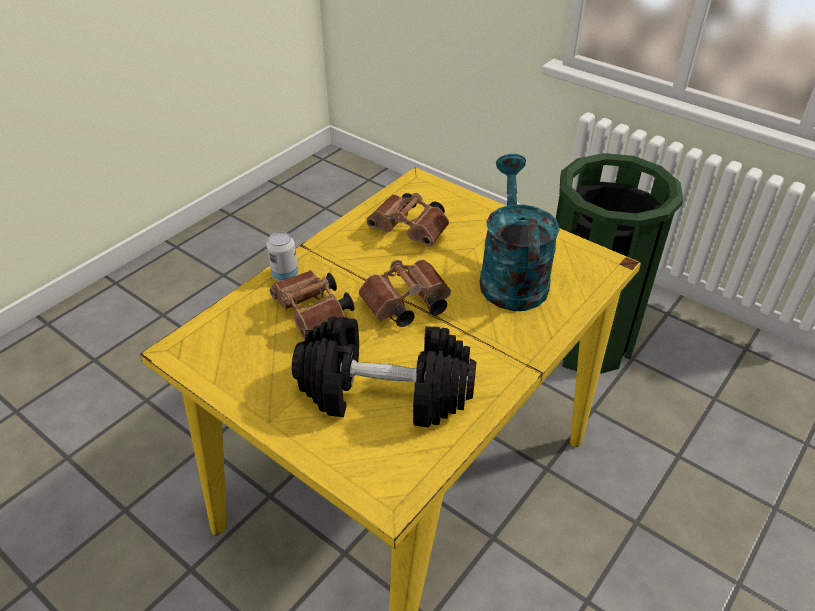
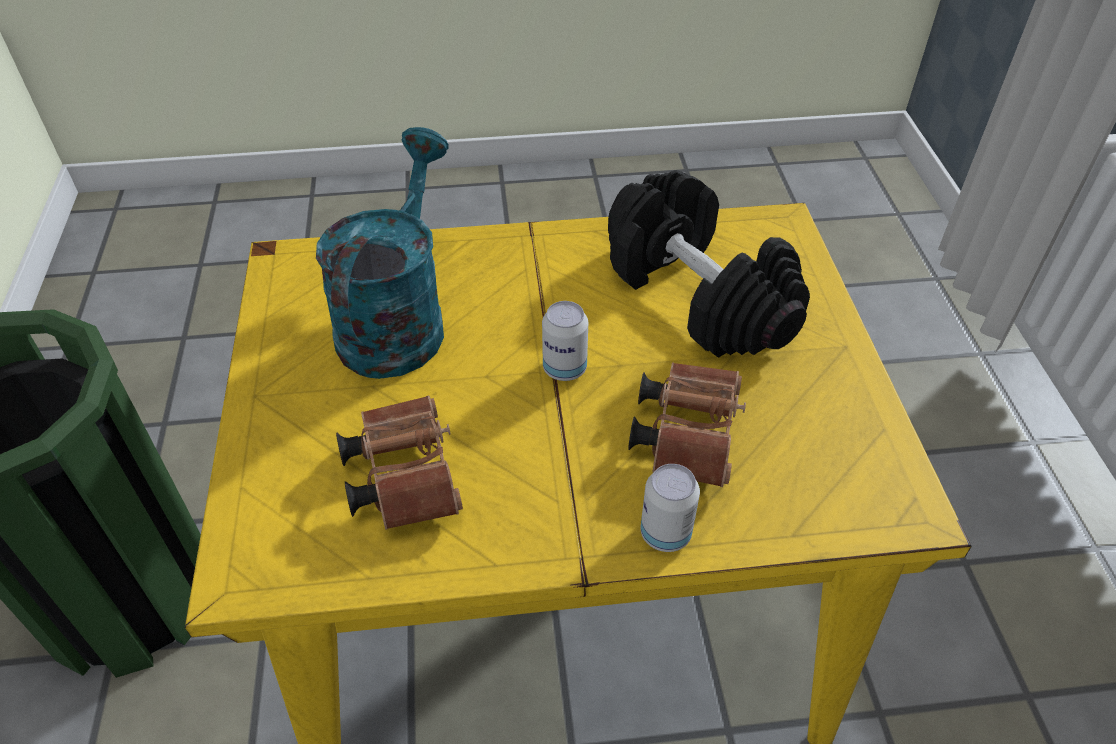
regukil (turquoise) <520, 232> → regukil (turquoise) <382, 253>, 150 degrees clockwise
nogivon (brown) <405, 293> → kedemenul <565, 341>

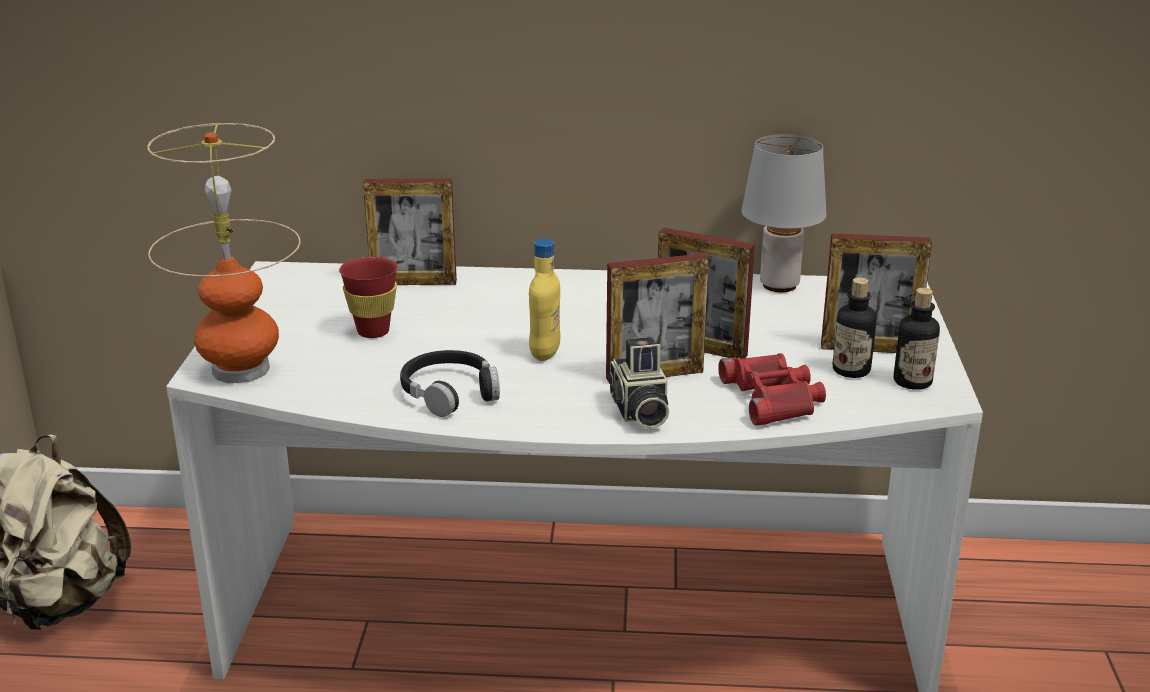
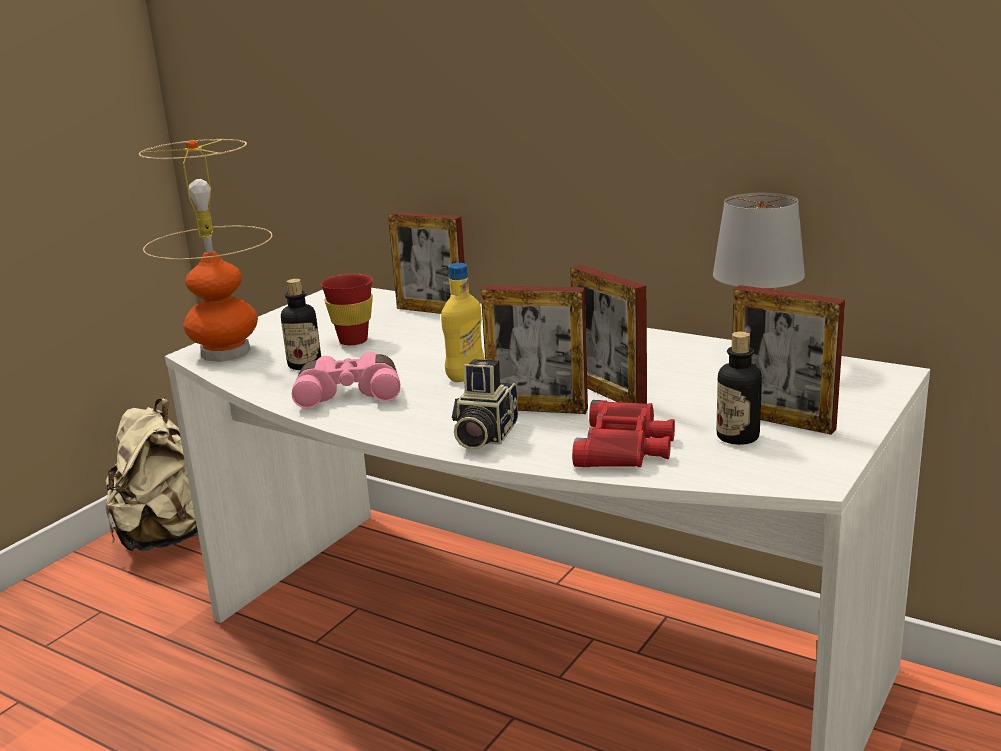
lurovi <917, 339> → lurovi <301, 324>, shifted
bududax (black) <450, 383> → nogivon (pink) <346, 380>

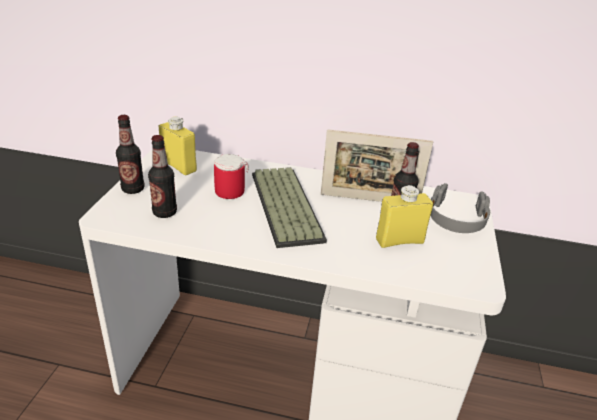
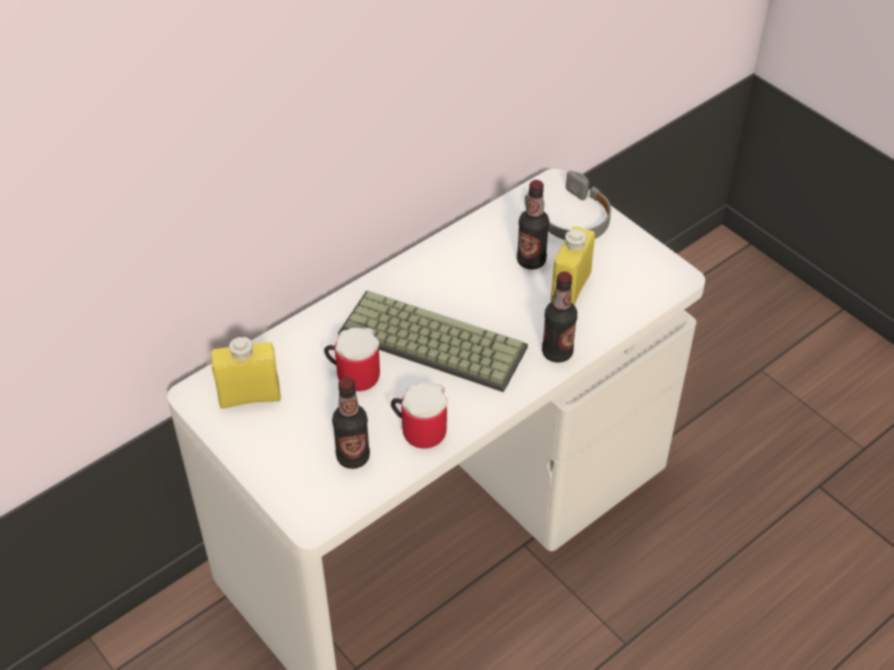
lurovi <130, 154> → lurovi <559, 317>, shifted
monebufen <377, 165> → -
- → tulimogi <419, 416>

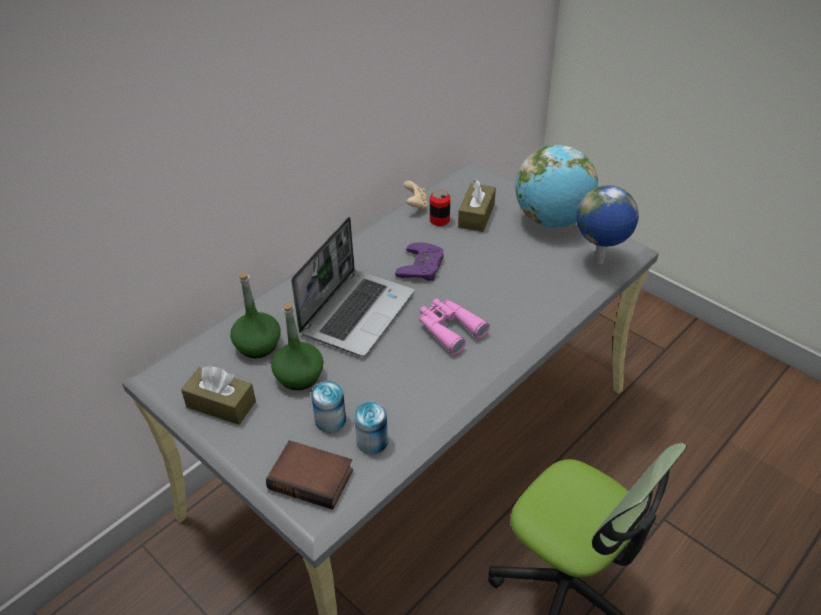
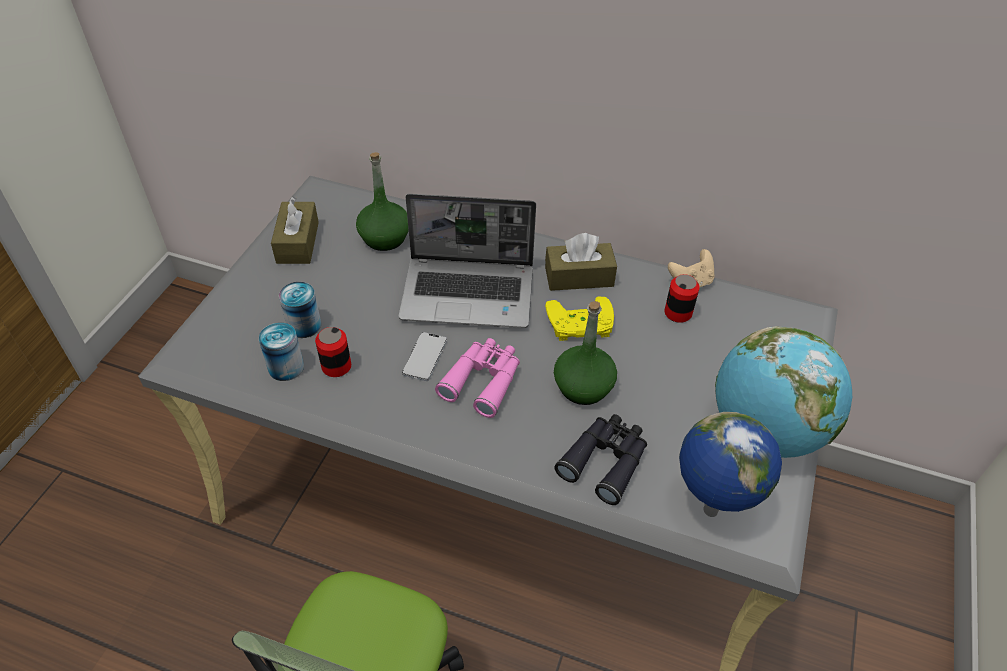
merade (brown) <477, 206> → merade (brown) <581, 262>, shifted
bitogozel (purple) <419, 261> → bitogozel (yellow) <579, 319>
lurovi (green) <297, 346> → lurovi (green) <585, 353>, shifted
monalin <309, 475> → -
- → kedemenul <333, 352>
- → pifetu <424, 356>
- → nogivon (black) <600, 459>

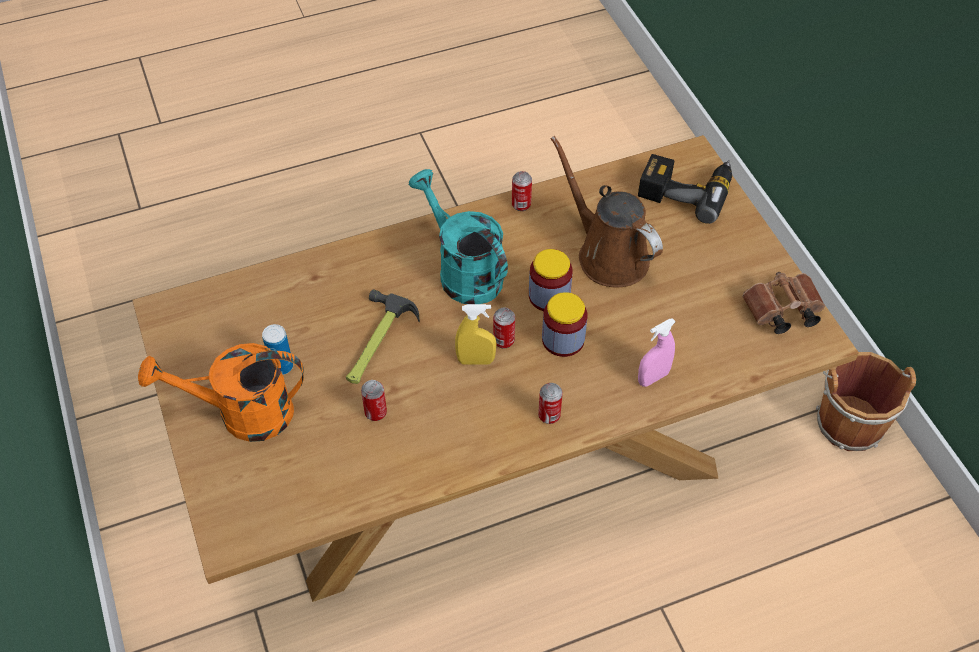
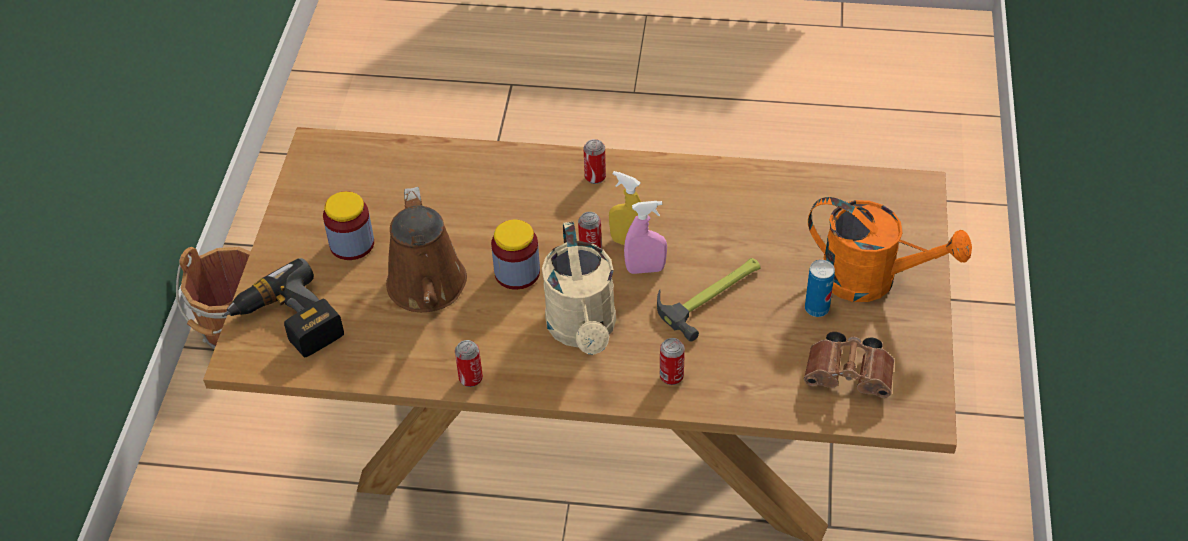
regukil (turquoise) <458, 236> → regukil (beige) <579, 288>
nogivon (brown) <783, 303> → nogivon (brown) <849, 365>, shifted
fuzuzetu <564, 324> → fuzuzetu <348, 225>, shifted
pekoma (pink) <657, 352> → pekoma (pink) <645, 237>, shifted
kedemenul <374, 400> → kedemenul <672, 361>, shifted

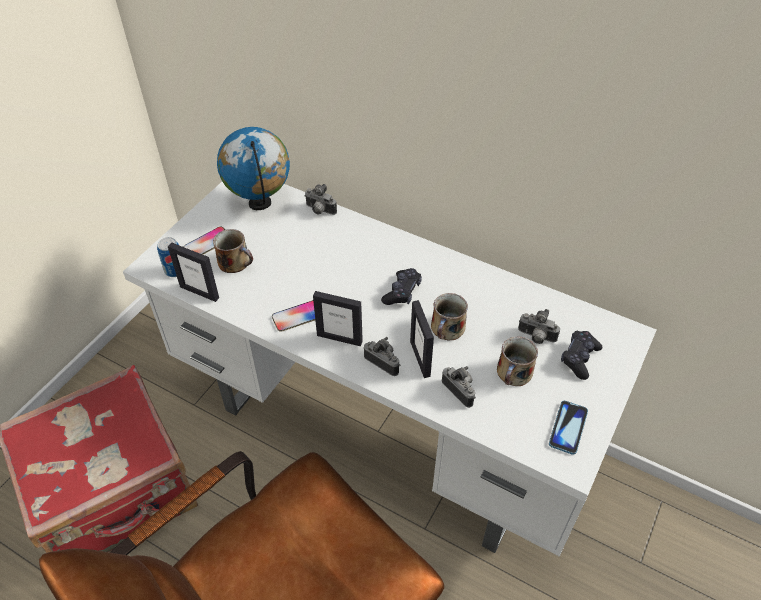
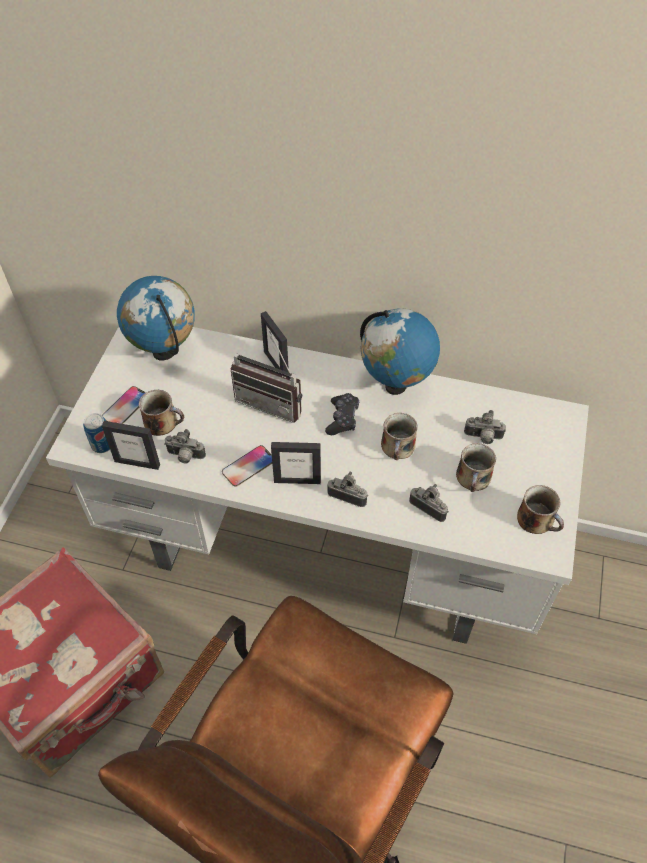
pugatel <320, 199> → pugatel <185, 446>, shifted
monebufen <422, 339> → monebufen <275, 342>, shifted
bitogozel (black) <582, 355> → -
pifetu <568, 428> → tulimogi <540, 509>
- → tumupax <400, 351>
- → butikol <266, 377>

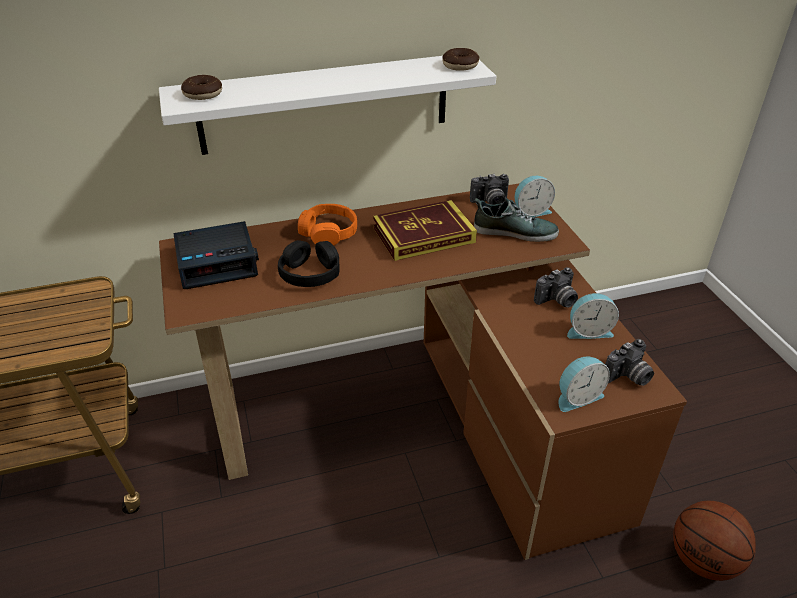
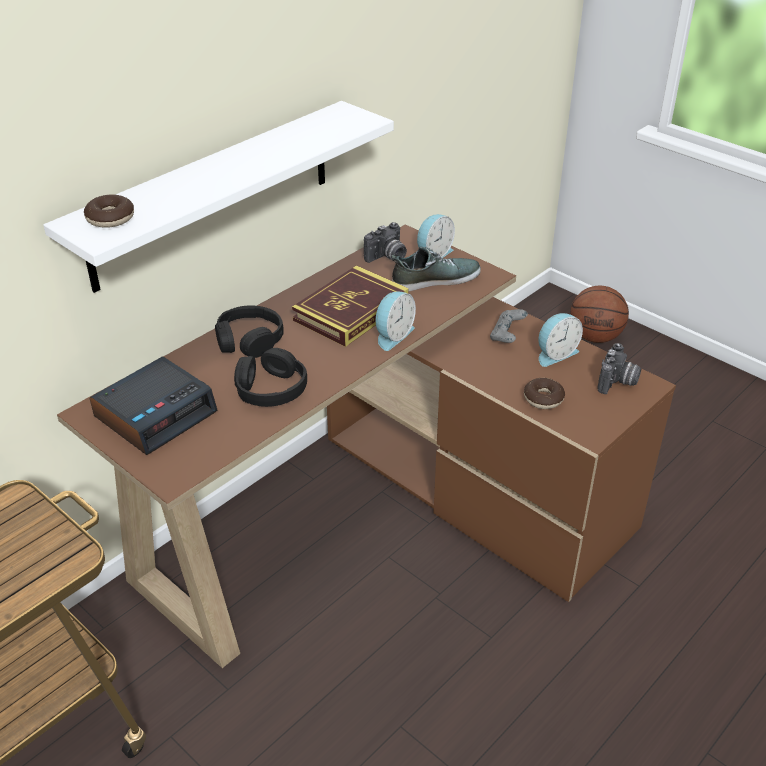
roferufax <461, 59> → roferufax <544, 393>, shifted
bududax (orange) <327, 224> → bududax (black) <249, 331>
pugatel <556, 287> → bitogozel (grey) <509, 326>
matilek <584, 384> → matilek <396, 321>, shifted
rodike <714, 541> → rodike <599, 314>, shifted

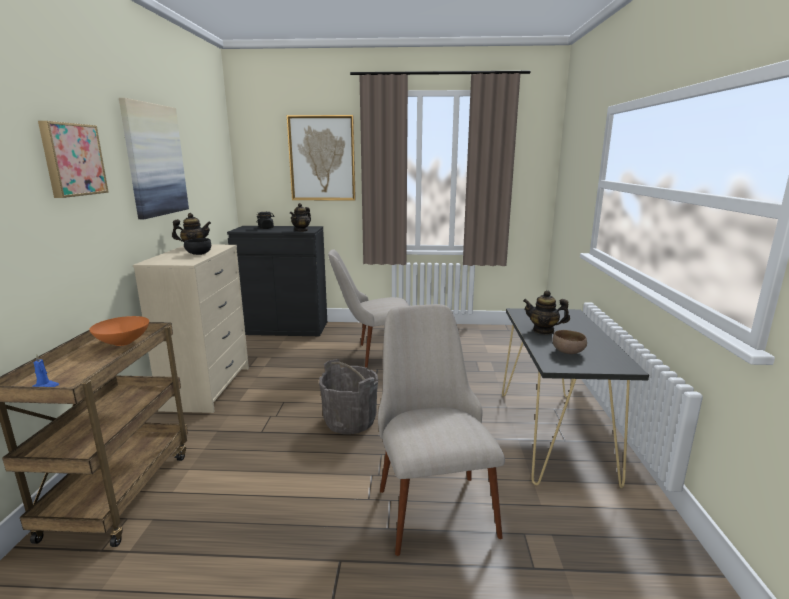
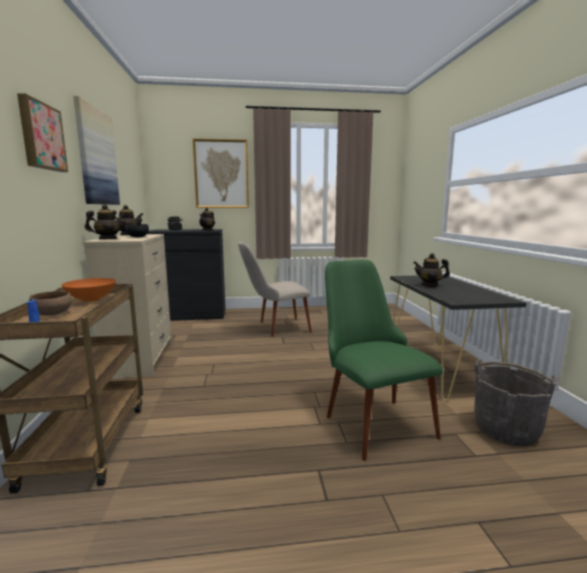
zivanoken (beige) <441, 430> → zivanoken (green) <384, 360>
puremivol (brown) <569, 342> → puremivol (brown) <50, 303>, shifted
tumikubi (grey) <348, 396> → tumikubi (grey) <516, 402>, shifted
- → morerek <105, 221>

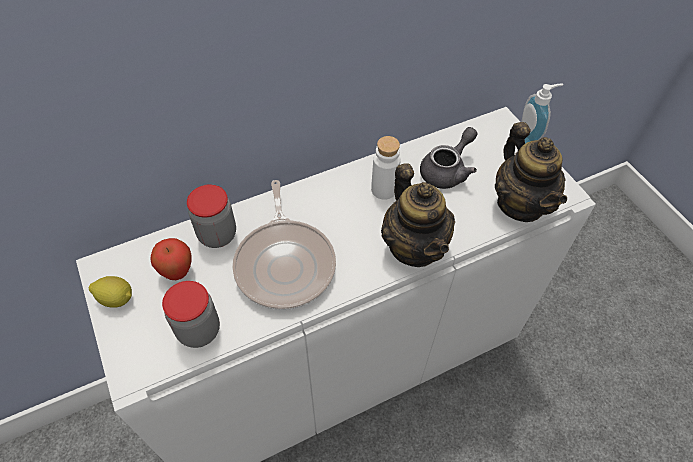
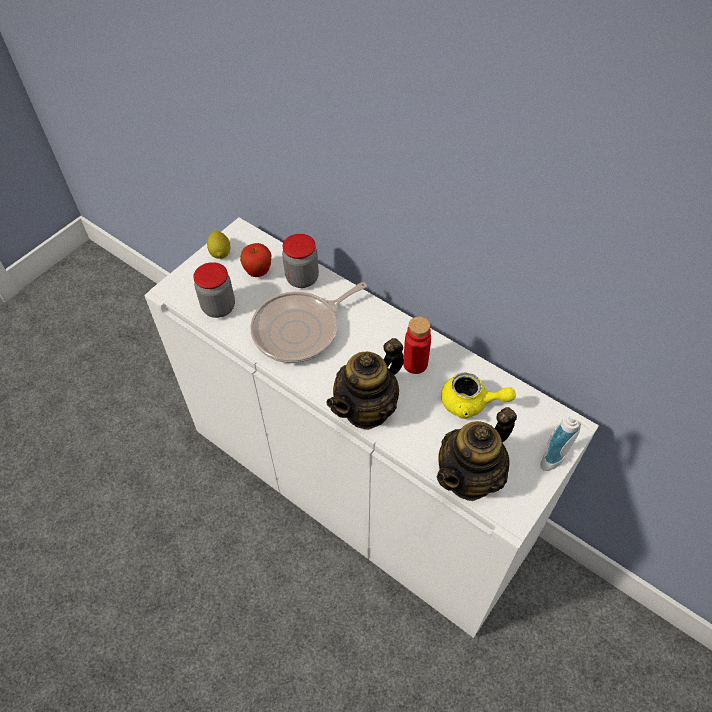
morerek (grey) <448, 158> → morerek (yellow) <478, 395>
lurovi (white) <386, 168> → lurovi (red) <417, 345>

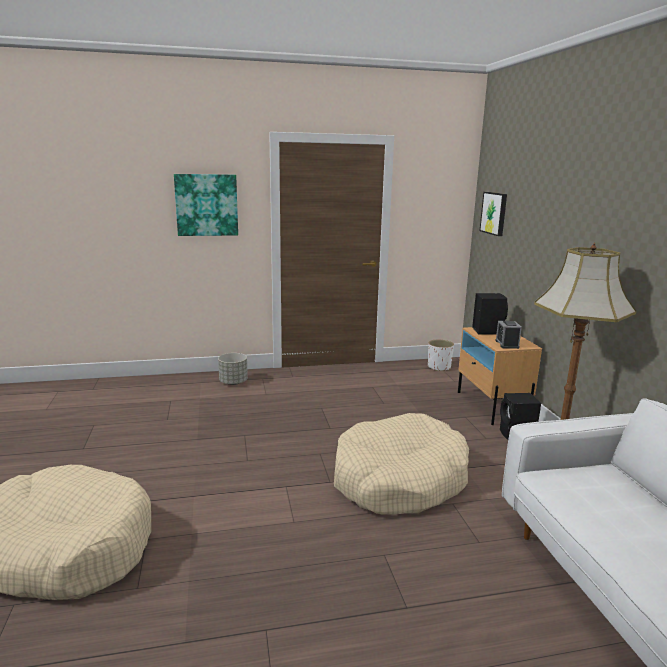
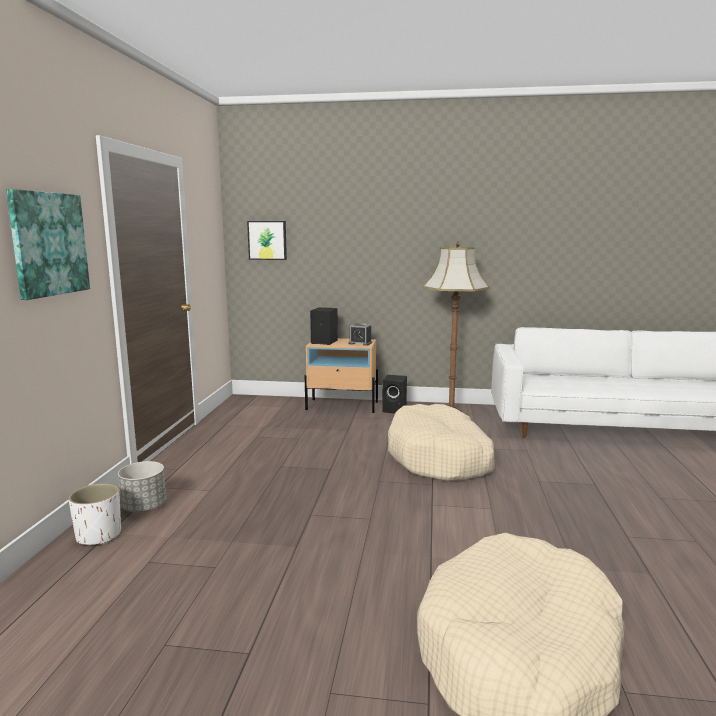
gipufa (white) <441, 355> → gipufa (white) <94, 514>, shifted

